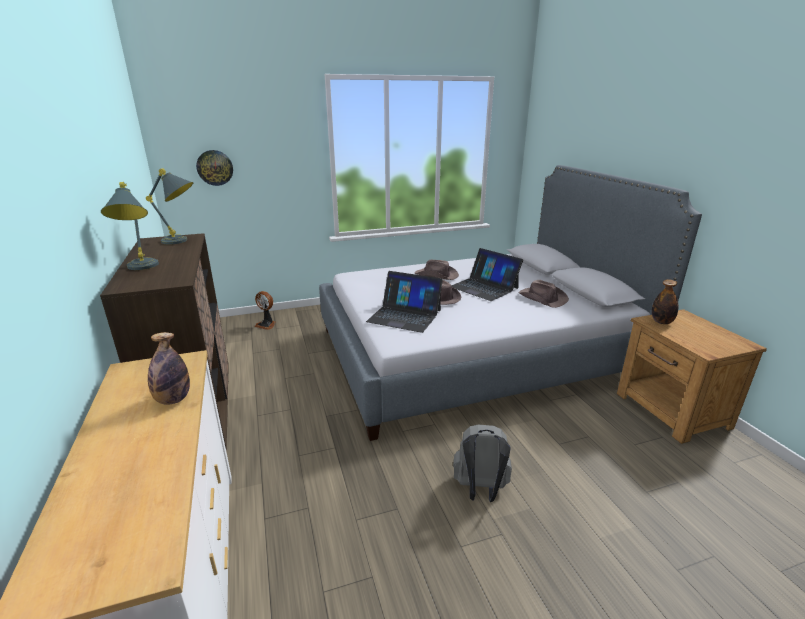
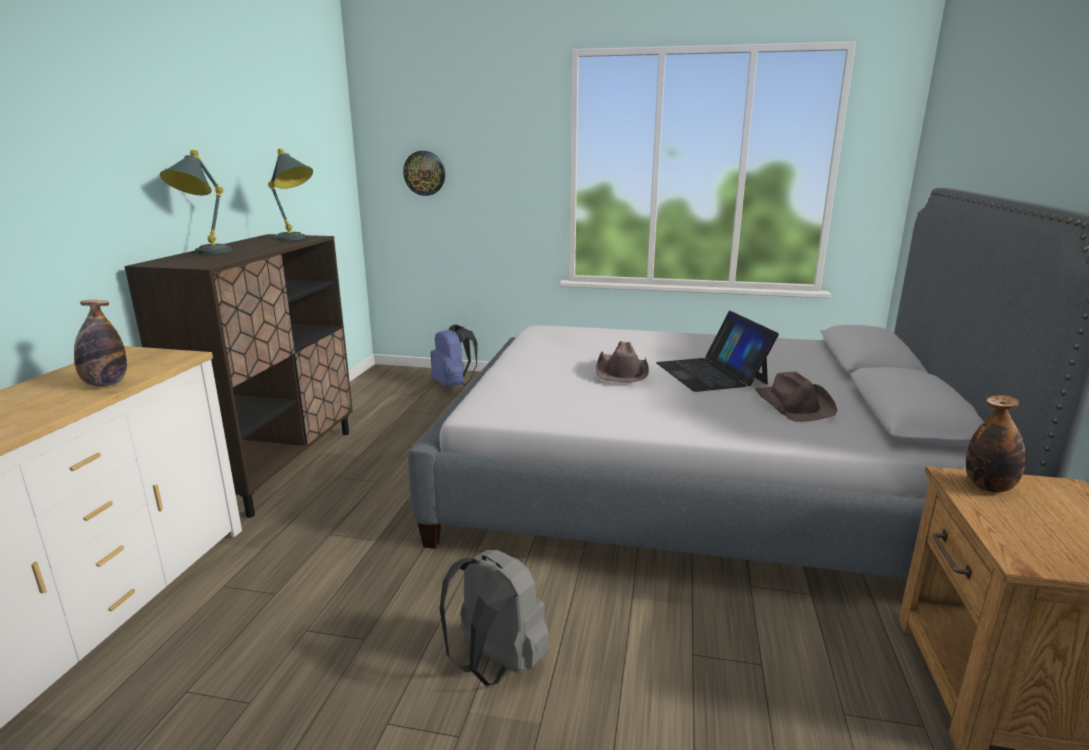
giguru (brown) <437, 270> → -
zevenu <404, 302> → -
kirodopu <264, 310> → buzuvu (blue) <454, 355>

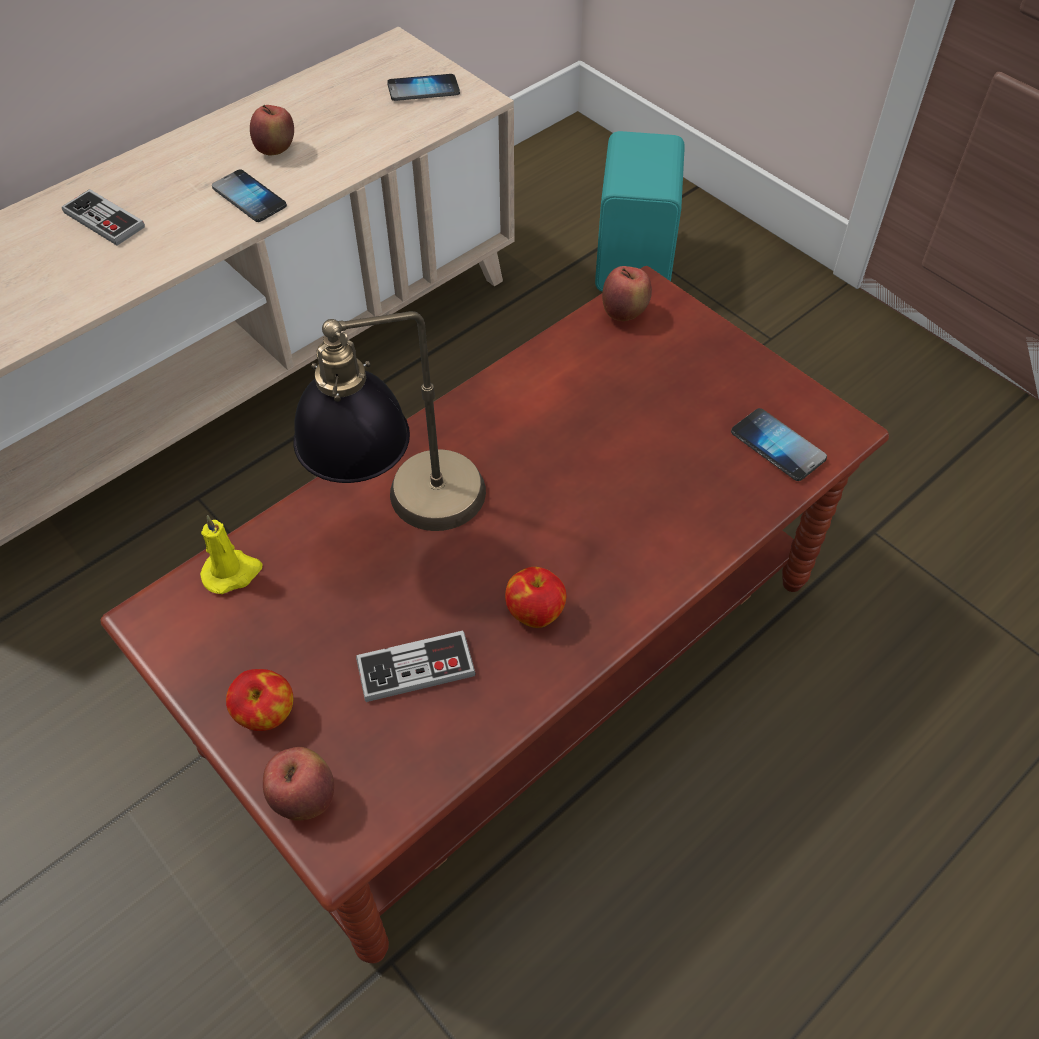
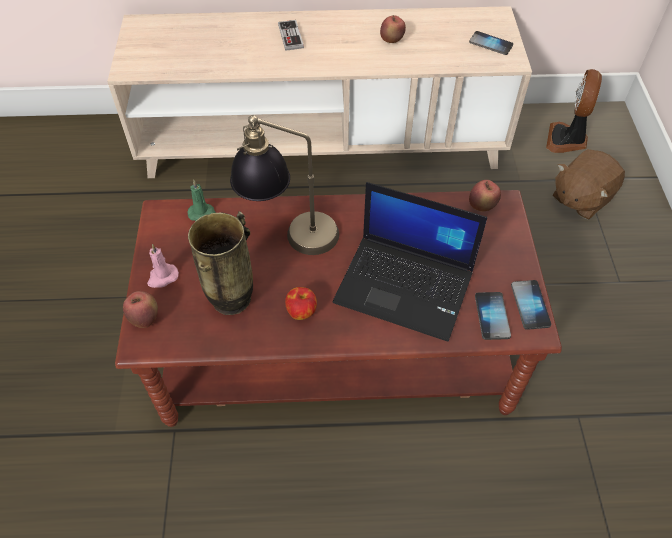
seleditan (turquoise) <640, 211> → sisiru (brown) <589, 184>
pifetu <249, 195> → pifetu <531, 305>, shifted
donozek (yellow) <231, 554> → donozek (green) <202, 200>
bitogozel <416, 666> → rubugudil <220, 263>
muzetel <259, 700> → donozek (pink) <163, 266>
- → kirodopu <574, 111>
- → zevenu <410, 262>

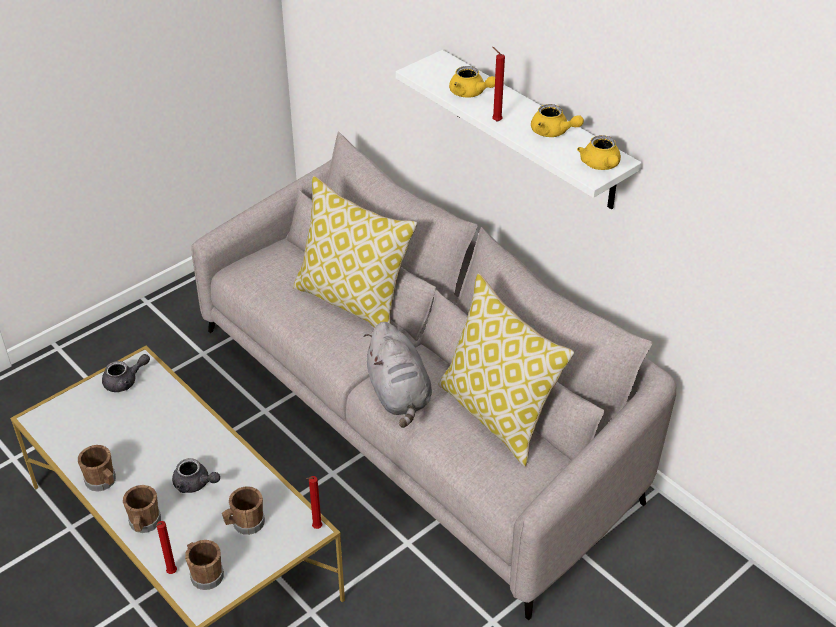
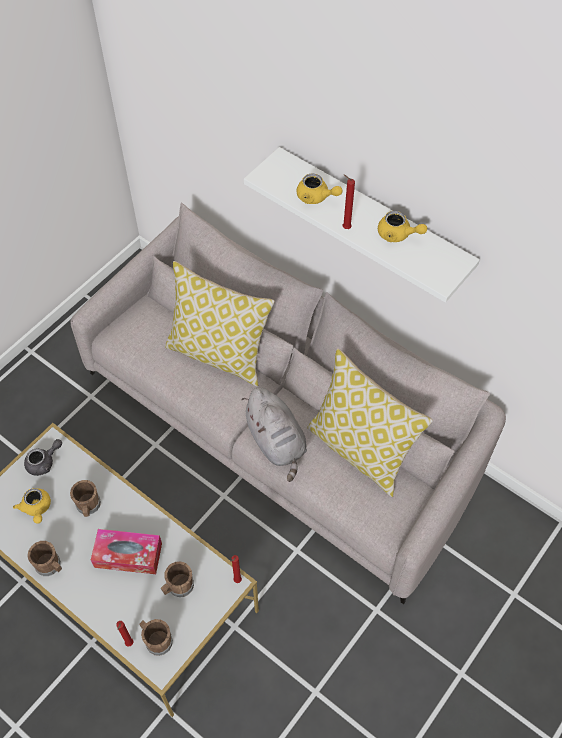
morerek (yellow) <599, 152> → morerek (yellow) <32, 506>, shifted
morerek (grey) <196, 475> → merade <126, 551>
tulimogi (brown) <142, 509> → tulimogi (brown) <85, 498>, shifted

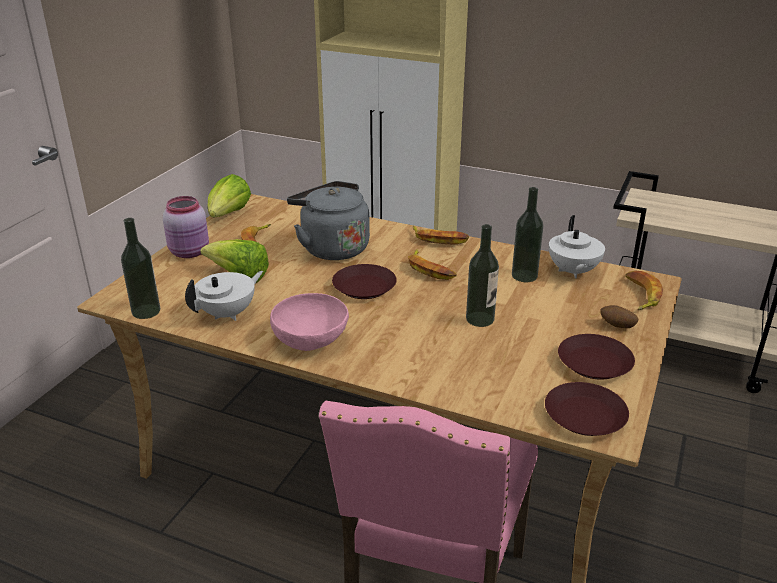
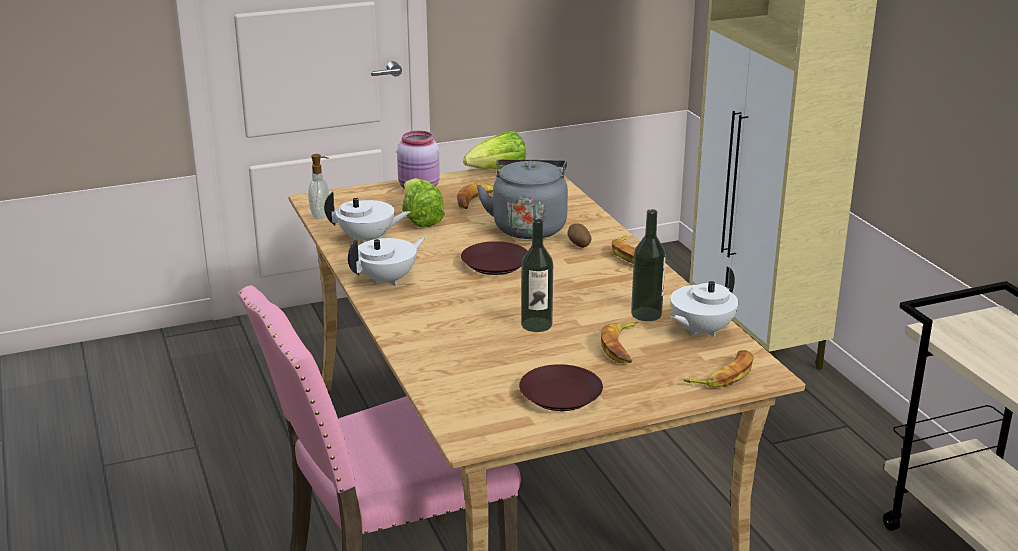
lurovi <140, 268> → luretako <318, 186>
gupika <432, 264> → gupika <619, 342>, shifted
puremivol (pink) <309, 322> → morerek (white) <386, 262>
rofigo <619, 316> → rofigo <580, 235>, shifted
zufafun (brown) <587, 409> → -

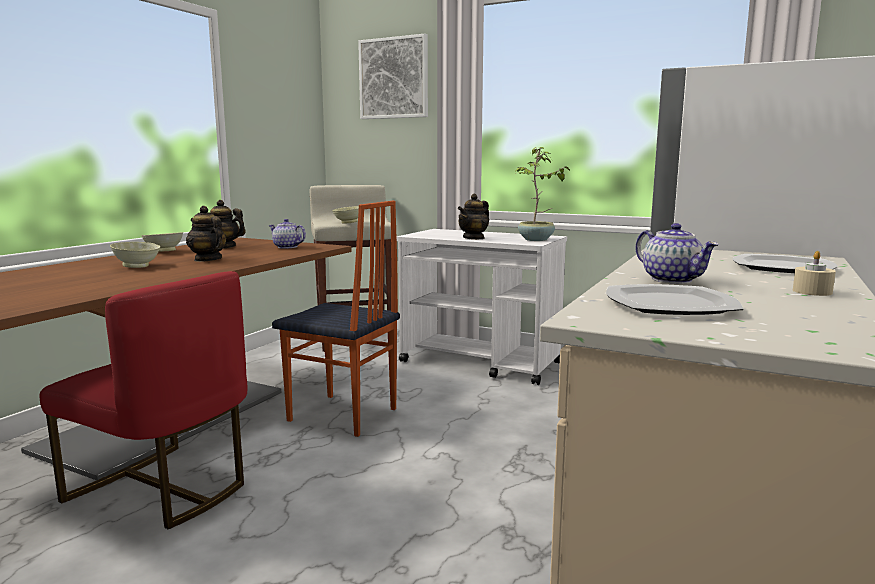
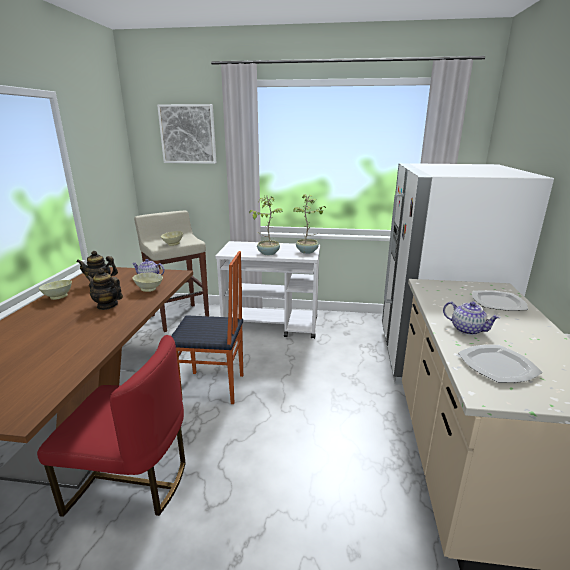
morerek <473, 217> → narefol <266, 225>
puremivol (beige) <135, 255> → puremivol (beige) <147, 282>, shifted
donozek (beige) <814, 273> → -

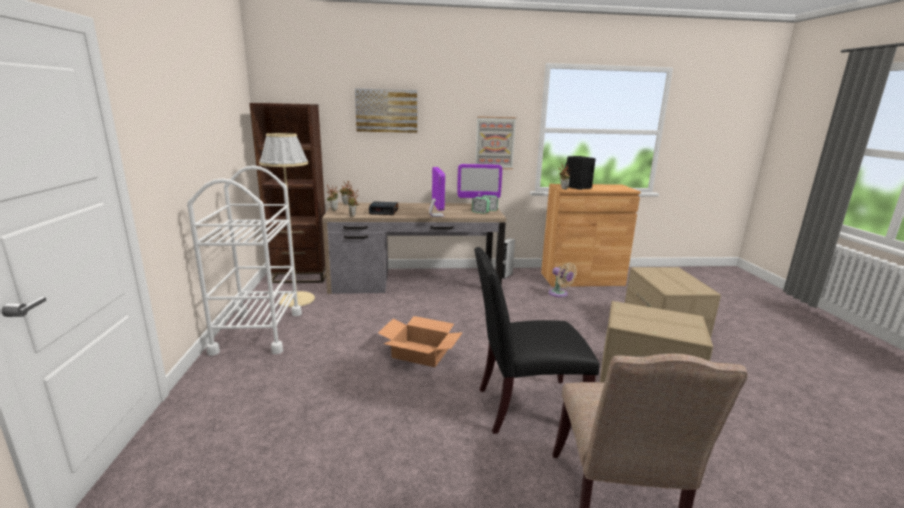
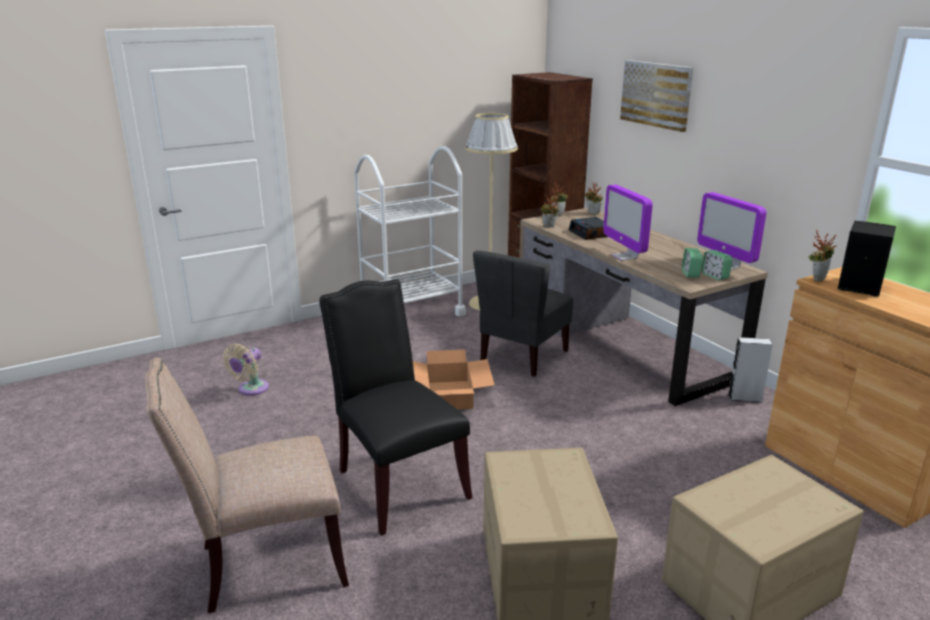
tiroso <495, 142> → -
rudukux <437, 192> → rudukux <628, 222>, 105 degrees clockwise
kirodopu (beige) <562, 280> → kirodopu (beige) <246, 370>, shifted
- → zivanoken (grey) <523, 314>

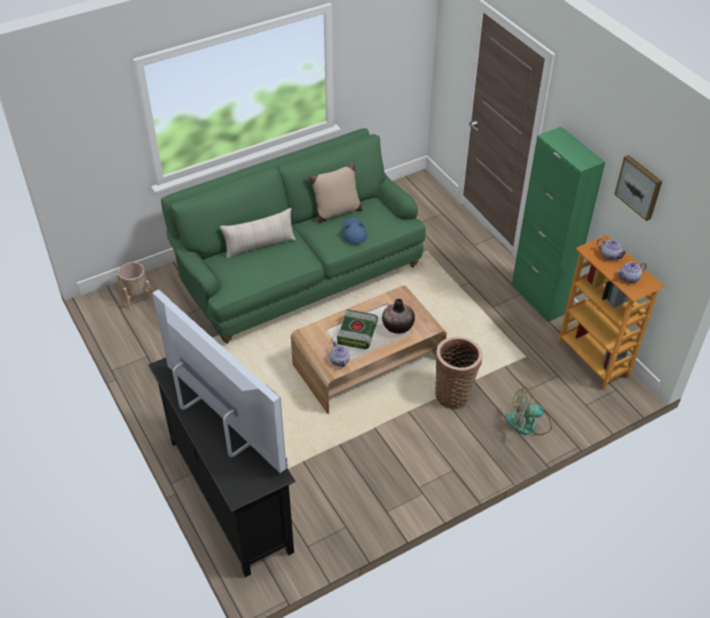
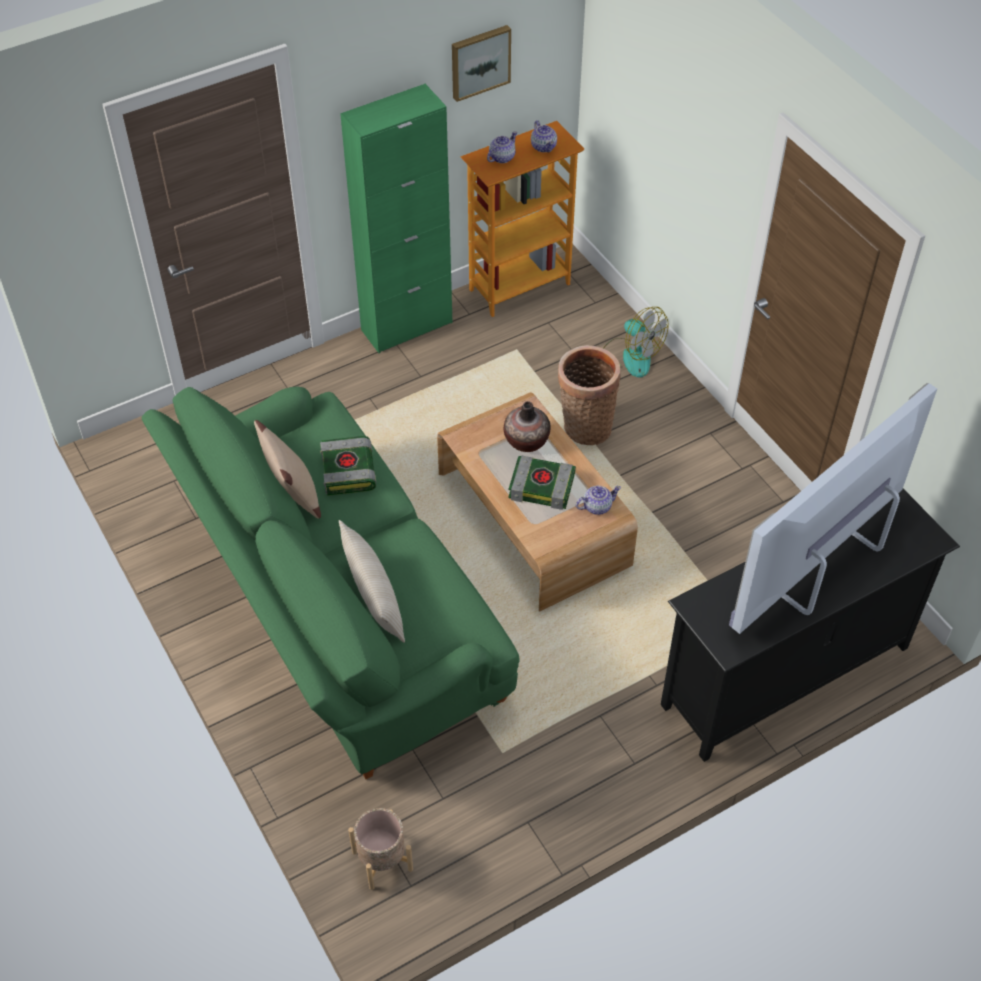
giguru (blue) <354, 230> → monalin <348, 466>
kirodopu <529, 411> → kirodopu <636, 342>, 45 degrees counterclockwise

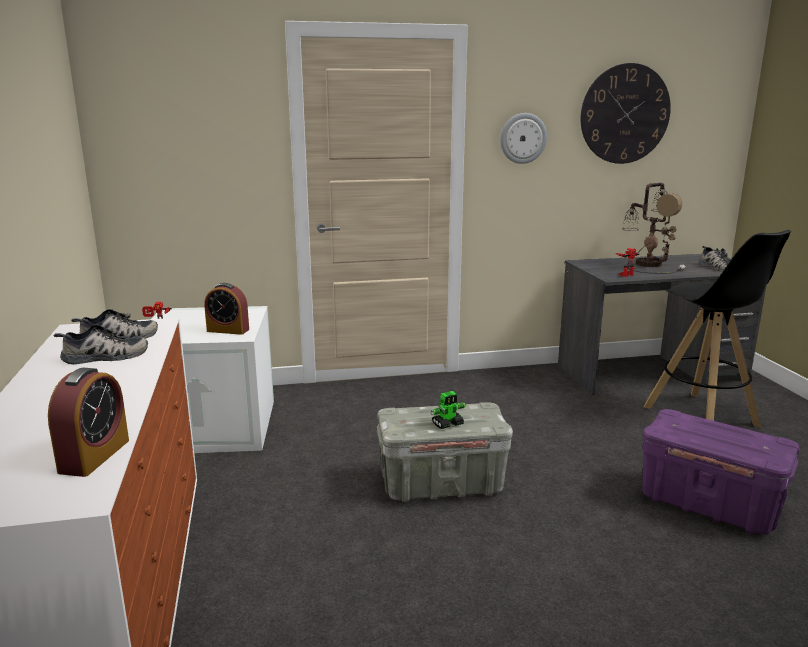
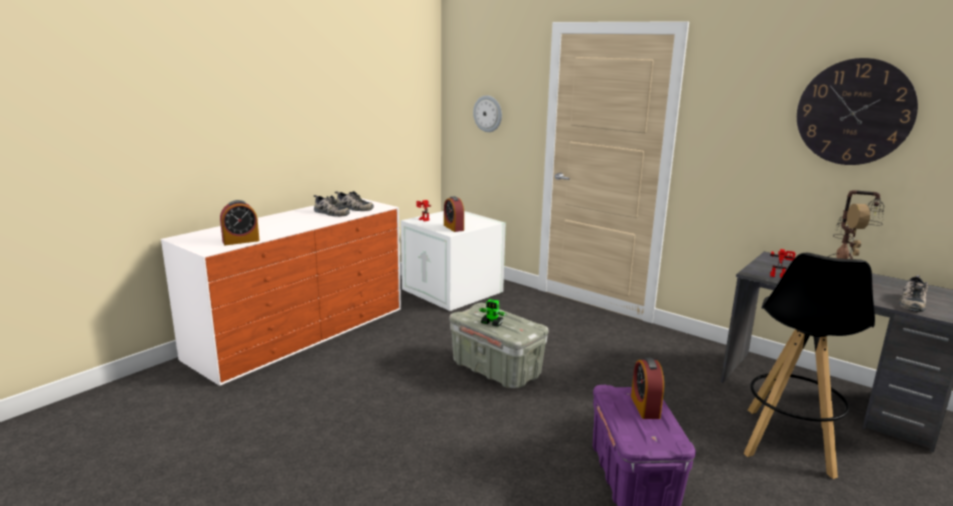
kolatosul <523, 138> → kolatosul <487, 113>, shifted
- → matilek <647, 388>

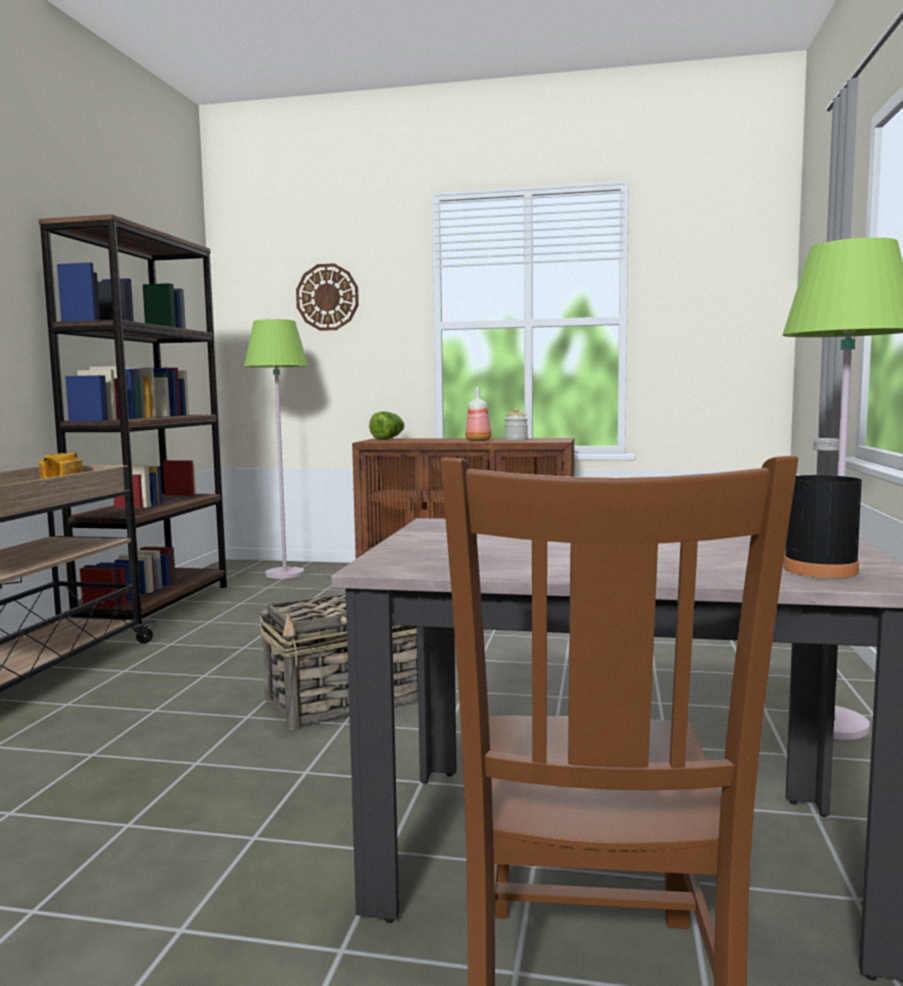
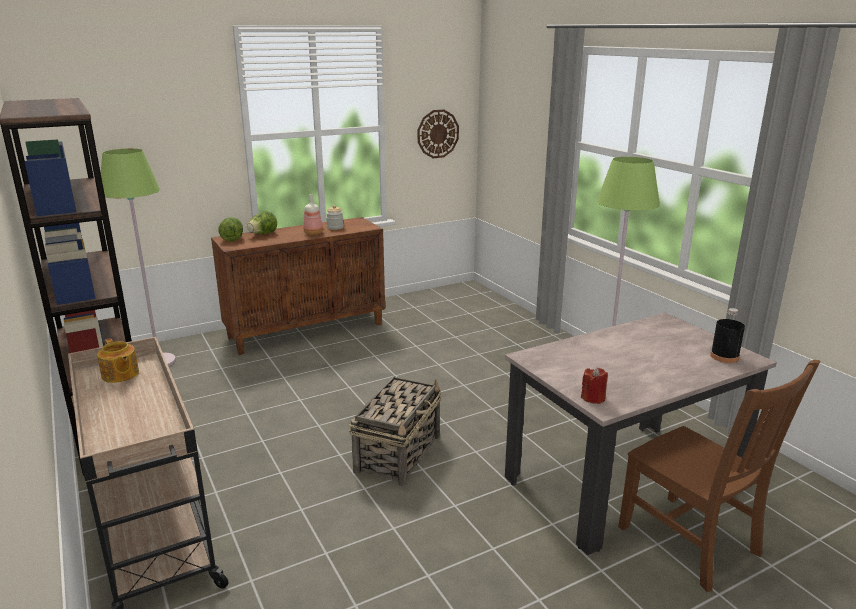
kolatosul <327, 297> → kolatosul <438, 133>, shifted
- → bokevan <262, 222>
- → donozek (red) <594, 385>

